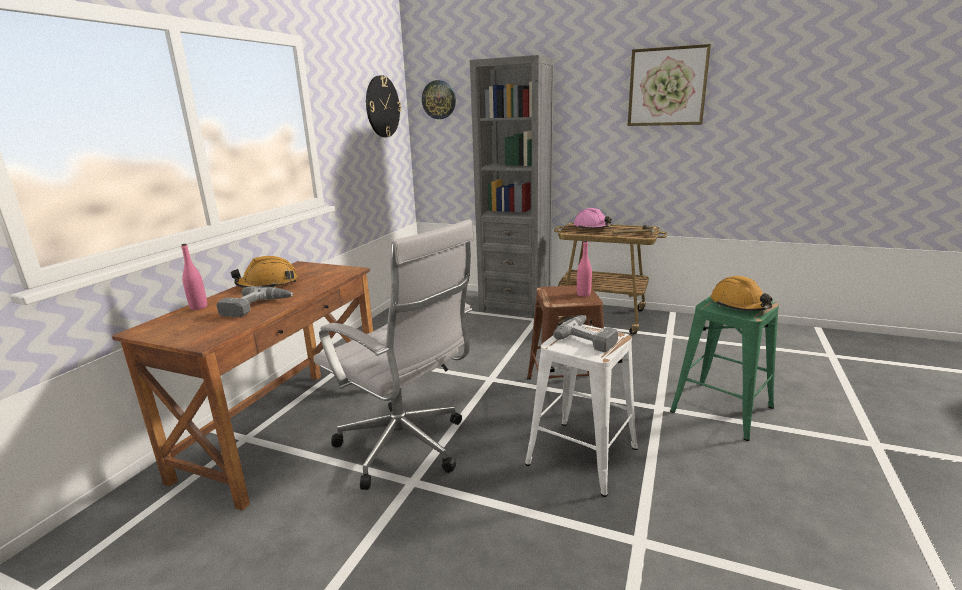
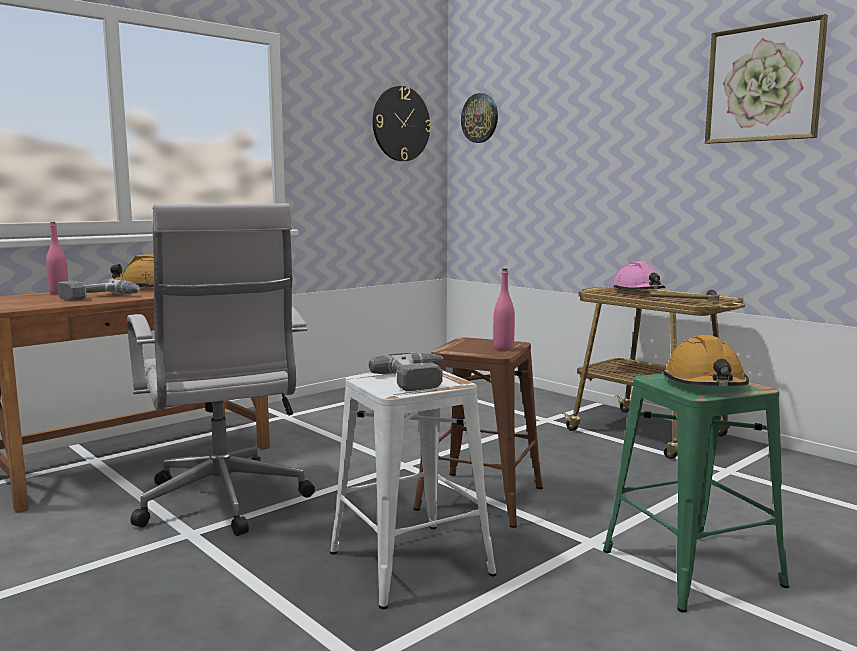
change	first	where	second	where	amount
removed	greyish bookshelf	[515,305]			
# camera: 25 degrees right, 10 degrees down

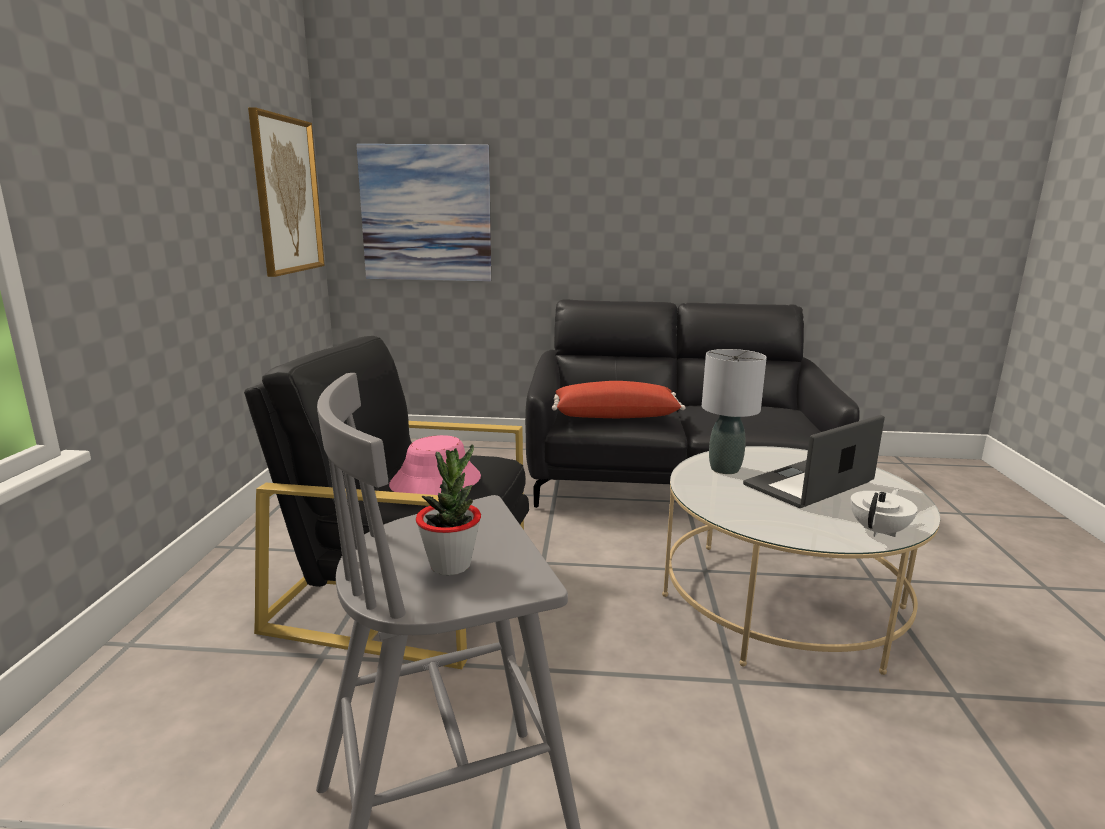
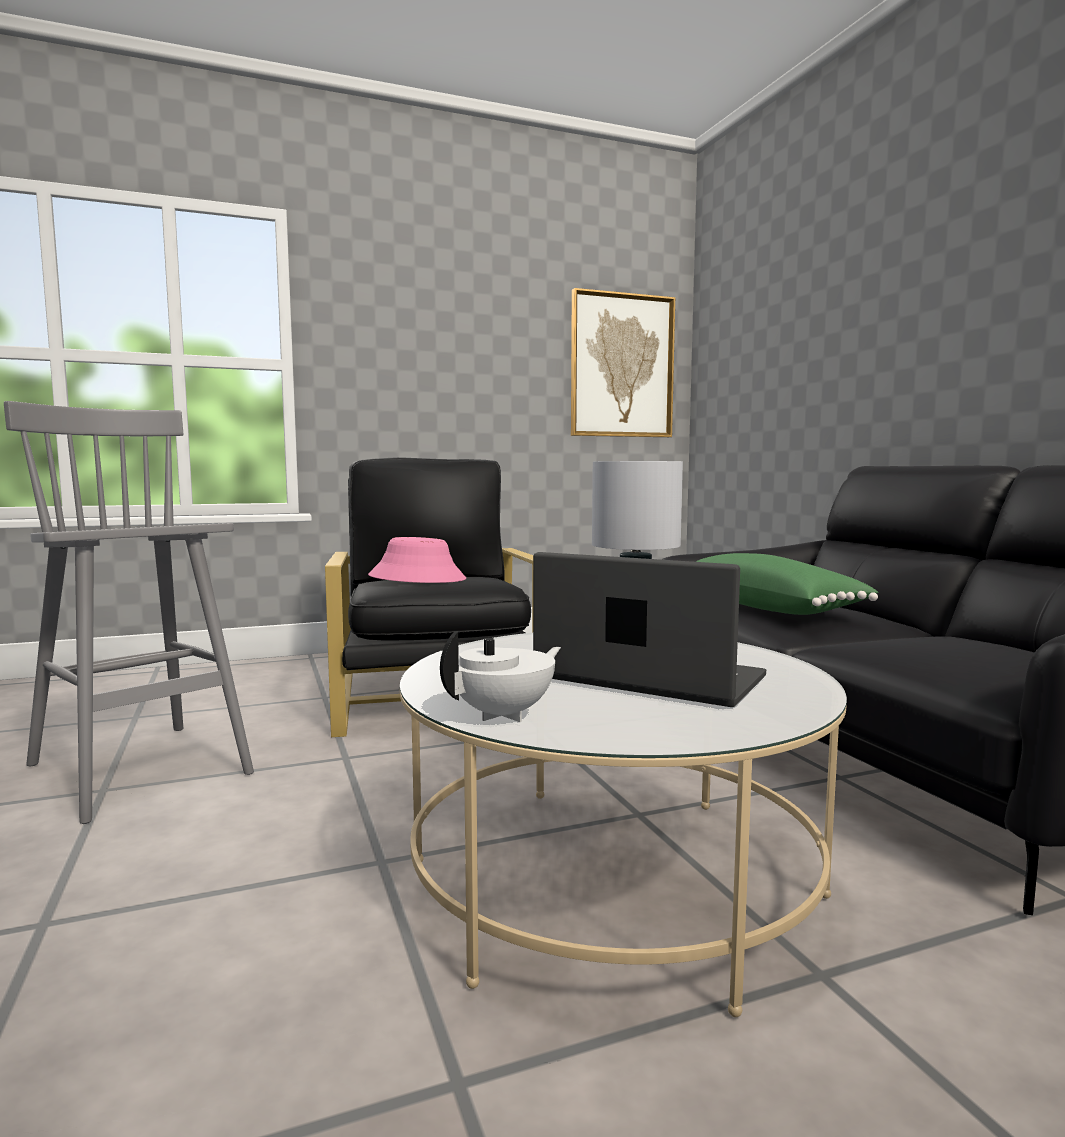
change	first	where	second	where	amount
removed	wall art	[426,214]			
recoloured	reddish pillow	[615,415]	green pillow	[769,608]	
removed	houseplant	[450,565]			
turned	white pot for tea	[879,531]		[504,714]	60 degrees counterclockwise
# camera: 65 degrees right, 10 degrees down

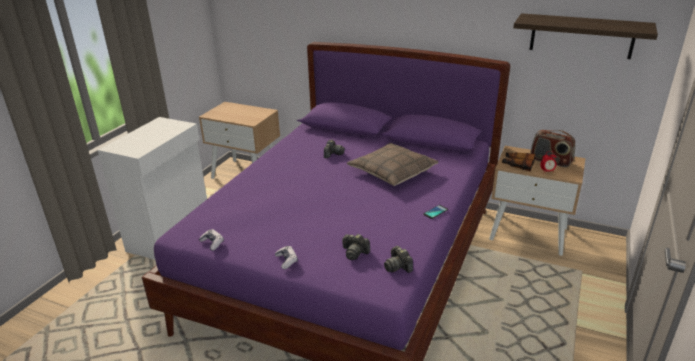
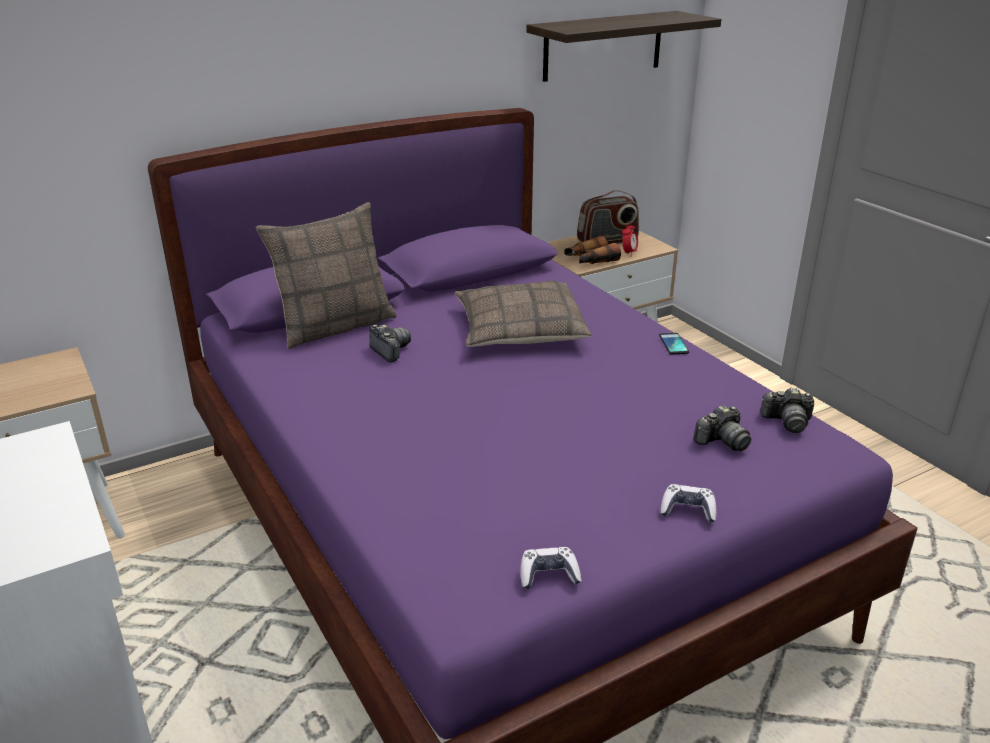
change	first	where	second	where	amount
added			pillow	[335,326]	
# camera: 55 degrees left, 0 degrees up

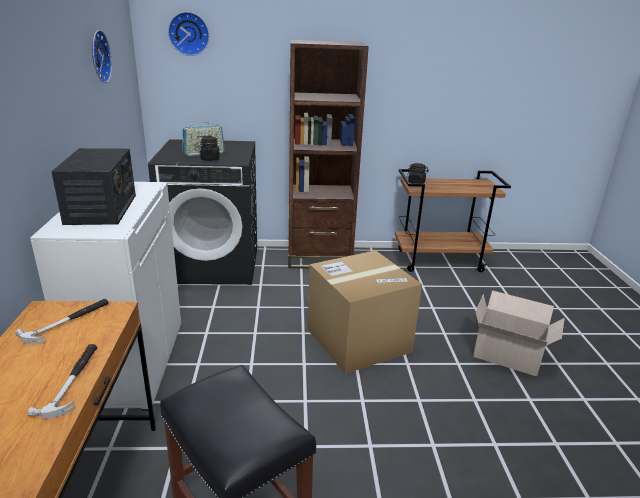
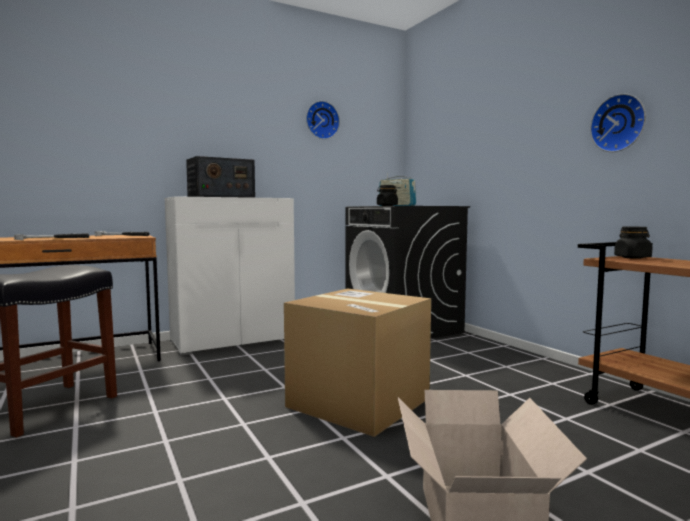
change	first	where	second	where	amount
moved	wall clock	[189,33]		[619,123]	
removed	brown-coloured bookshelf	[319,258]			
# camera: 65 degrees right, 20 degrees down

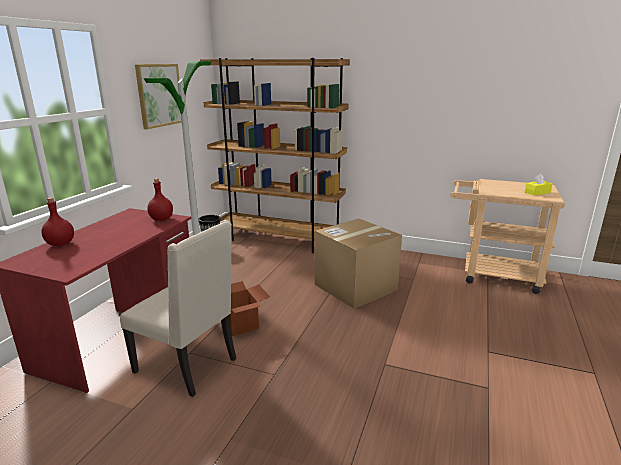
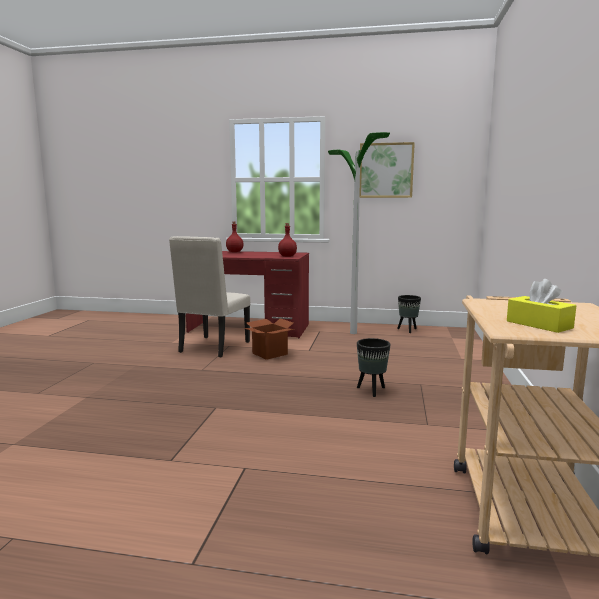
change	first	where	second	where	amount
removed	brown-coloured bookshelf	[279,240]			
replaced	carton	[355,287]	black-coloured flower pot	[371,390]	
# camera: 80 degrees right, 10 degrees down

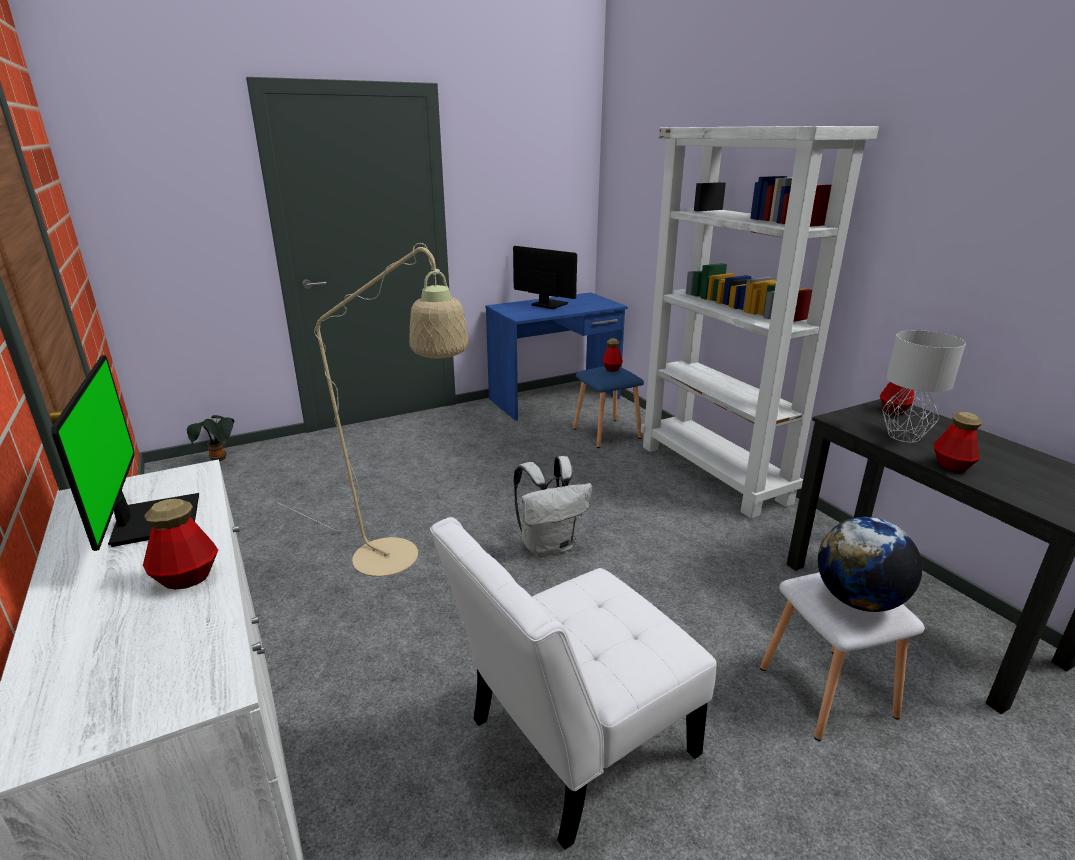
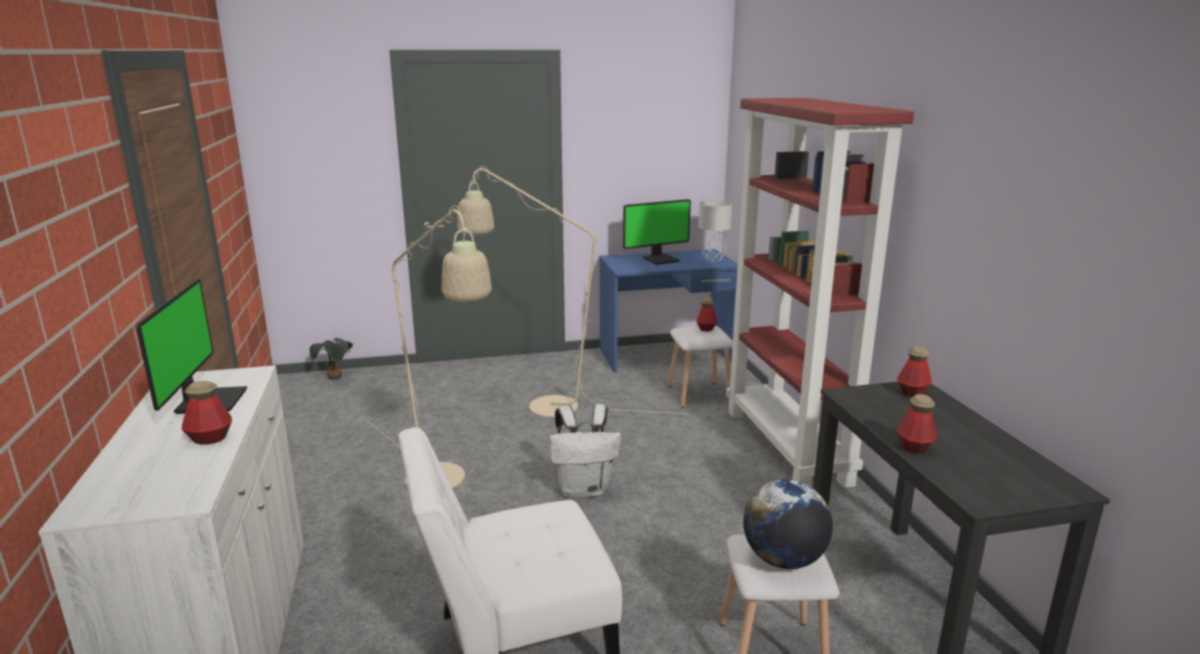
change	first	where	second	where	amount
recoloured	white bookshelf	[714,473]	reddish bookshelf	[788,446]	
turned	monitor	[548,305]		[660,259]	105 degrees clockwise
moved	greyish table lamp	[903,436]		[712,259]	
recoloured	blue stool	[606,433]	white stool	[698,395]	
added			sand-coloured standard lamp	[540,405]	
# camera: 15 degrees right, 5 degrees down

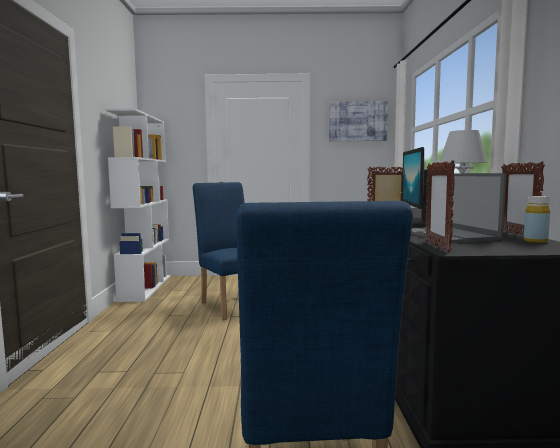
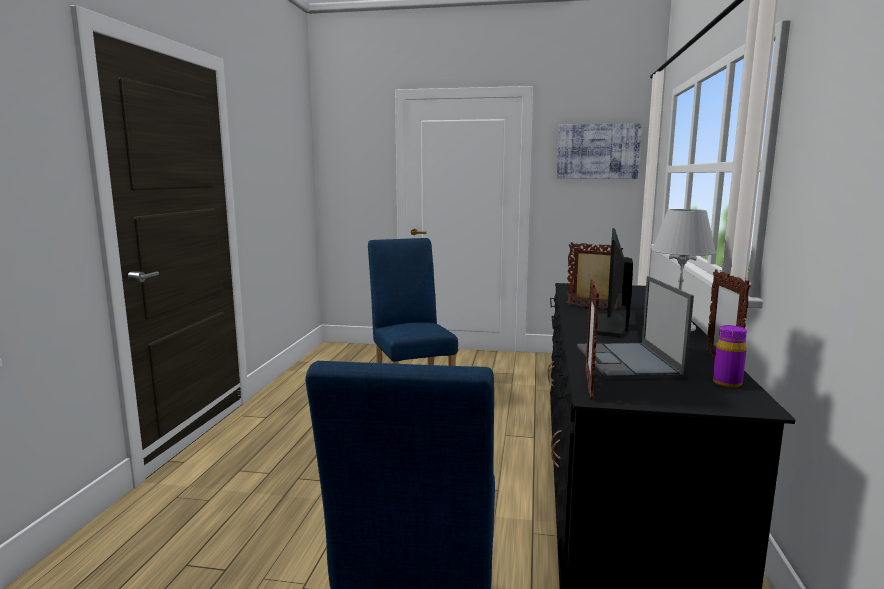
change	first	where	second	where	amount
removed	white bookshelf	[146,287]			
recoloured	yellow beverage bottle	[535,241]	purplish beverage bottle	[727,383]	
# camera: 10 degrees right, 5 degrees up

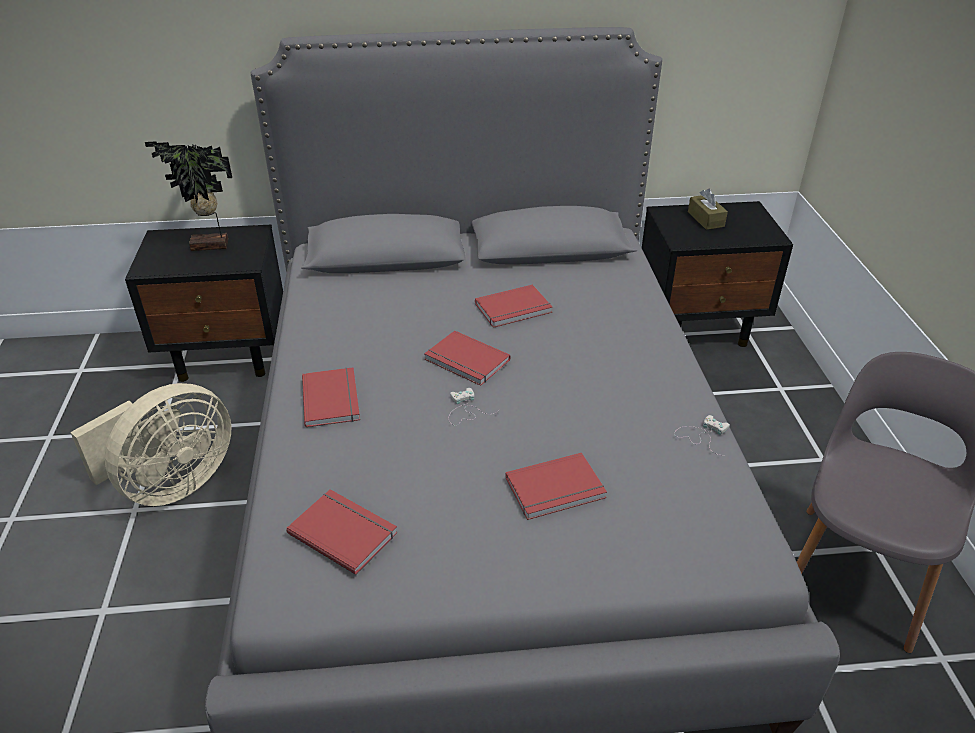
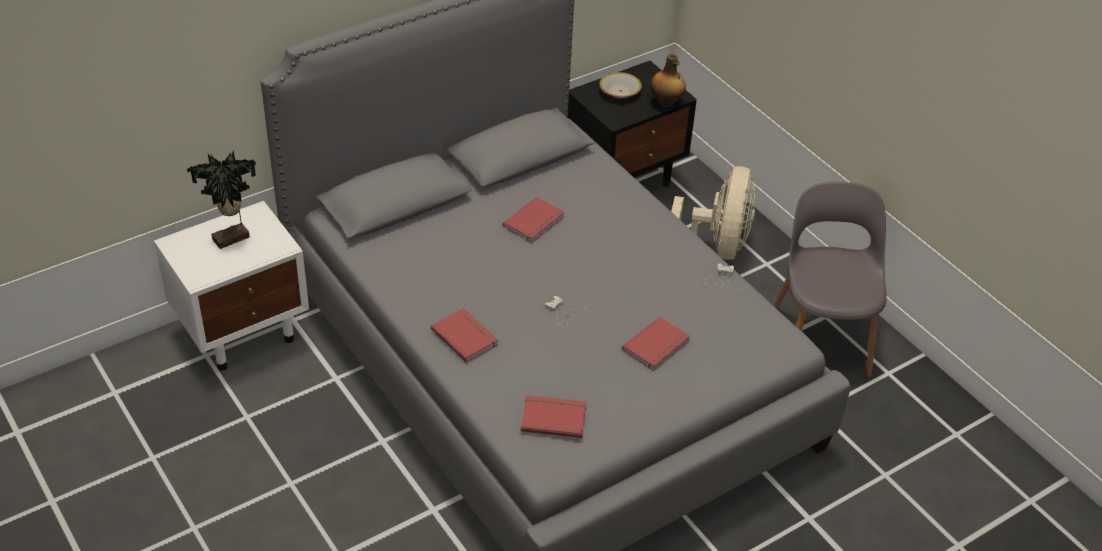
change	first	where	second	where	amount
replaced	brown-coloured tissue box	[705,219]	deep dish	[620,91]	
recoloured	black-coloured nightstand	[229,354]	white nightstand	[243,331]	
removed	reddish volume	[466,361]			
moved	sand-coloured electric fan	[172,484]		[715,248]	
added			beverage bottle	[666,102]	
# camera: 30 degrees left, 5 degrees up

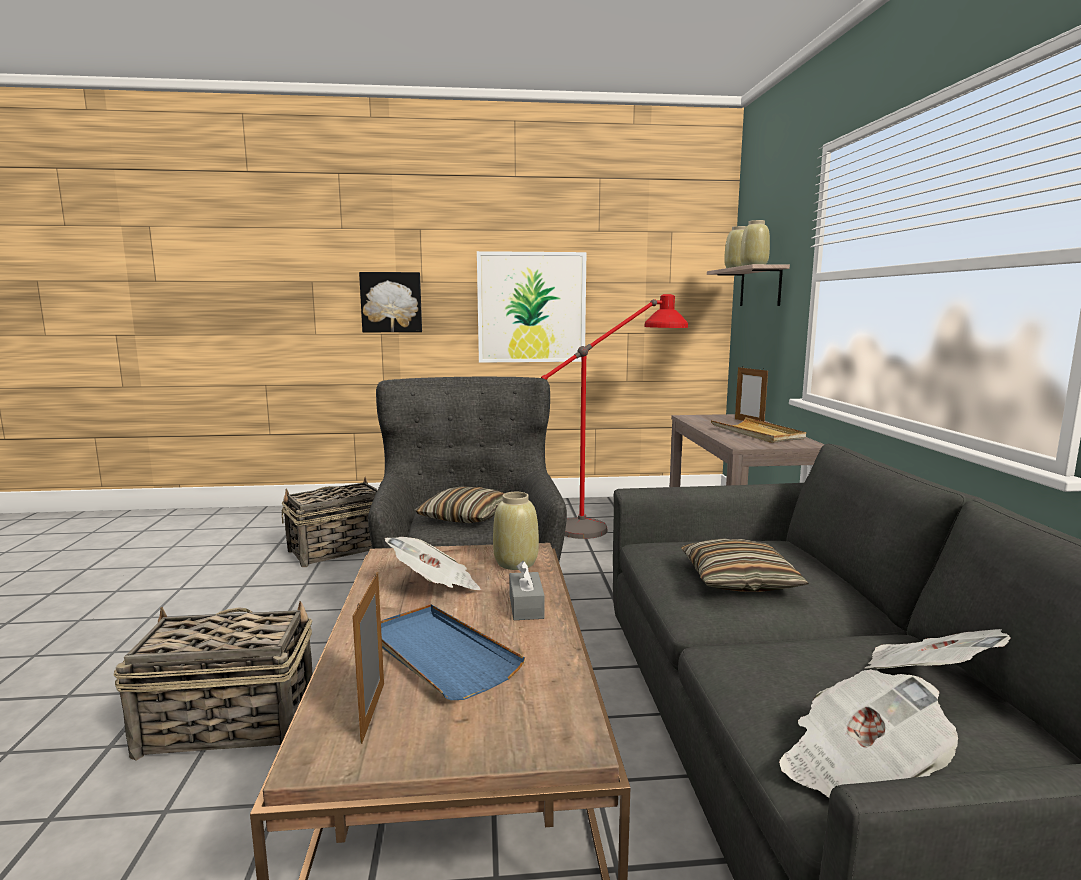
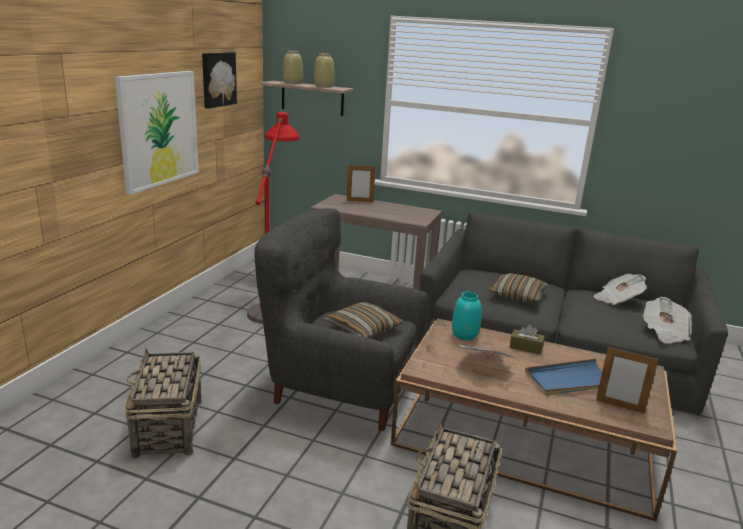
change	first	where	second	where	amount
moved	wall art	[391,302]		[217,79]	
removed	sand-coloured tray	[757,433]			
recoloured	sand-coloured decorative vase	[516,563]	turquoise-coloured decorative vase	[464,335]	
recoloured	greyish tissue box	[526,606]	brown-coloured tissue box	[525,347]	
# camera: 65 degrees left, 10 degrees up

